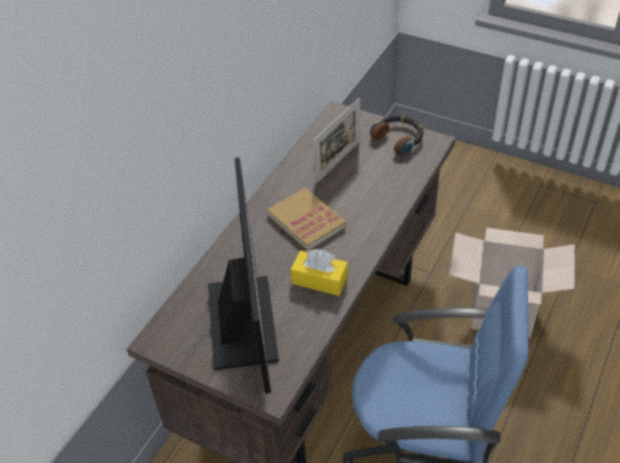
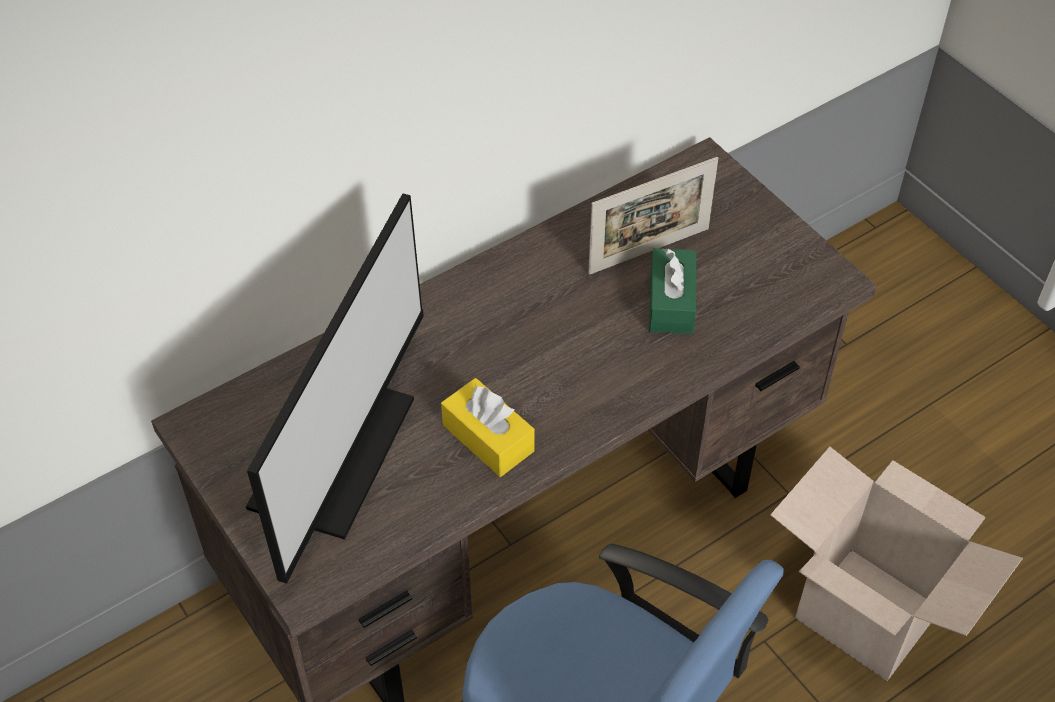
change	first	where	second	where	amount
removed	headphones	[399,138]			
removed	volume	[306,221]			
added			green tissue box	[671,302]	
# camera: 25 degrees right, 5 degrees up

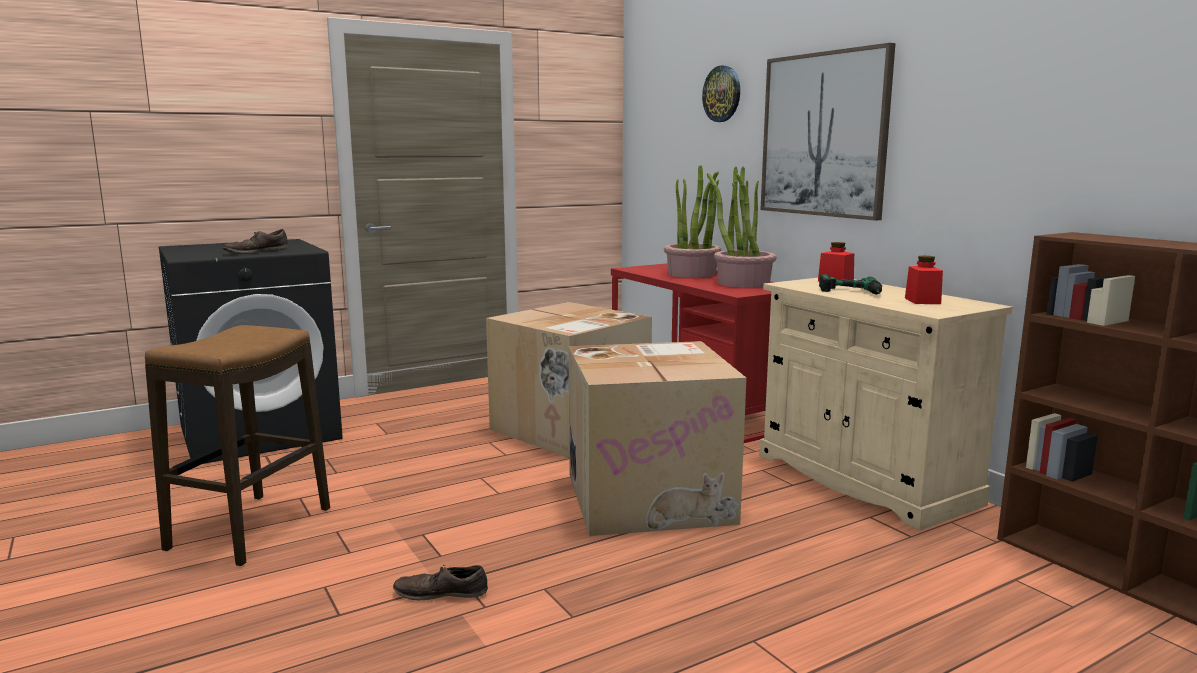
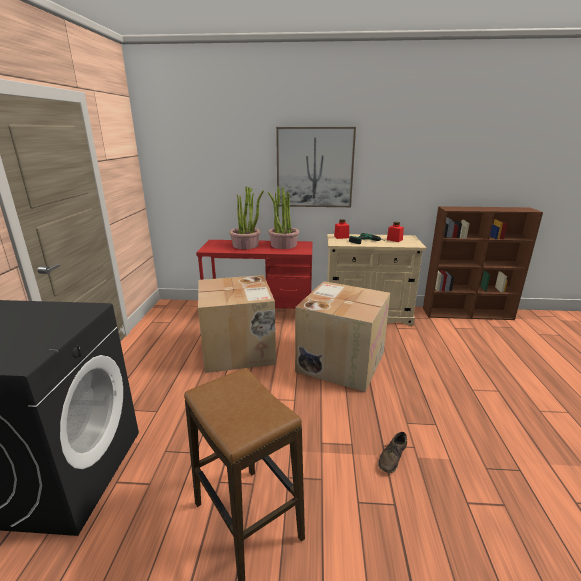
change	first	where	second	where	amount
removed	wall clock	[722,94]			
removed	brown-coloured shoe	[256,251]			
# camera: 55 degrees left, 10 degrees up

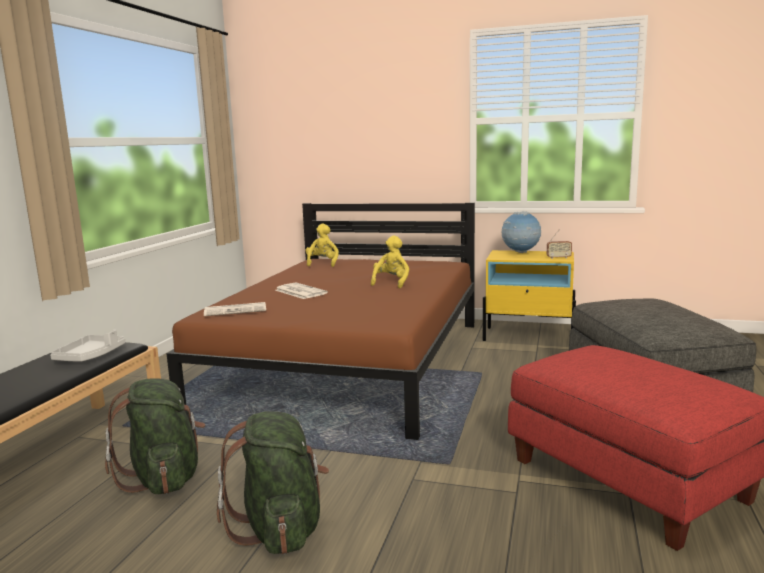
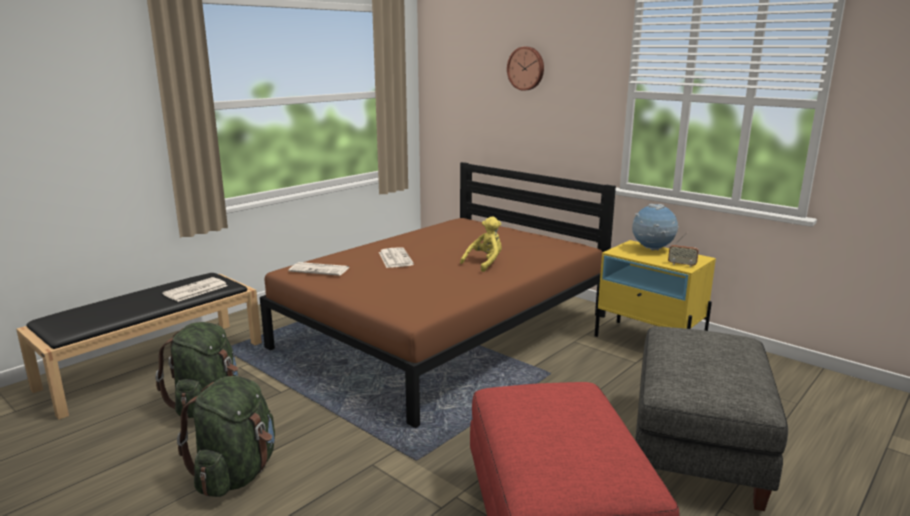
change	first	where	second	where	amount
removed	yellow cuddly toy	[322,263]			
replaced	greyish tray	[90,356]	printed paper	[195,290]	
added			wall clock	[526,68]	
# camera: 25 degrees right, 5 degrees up

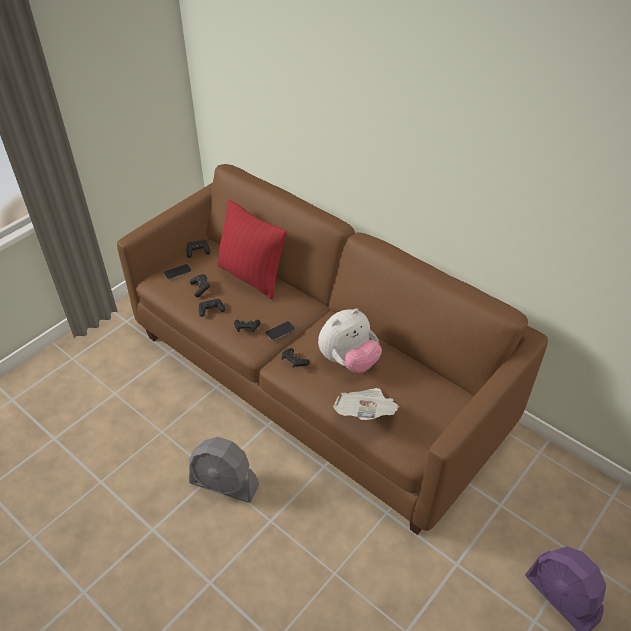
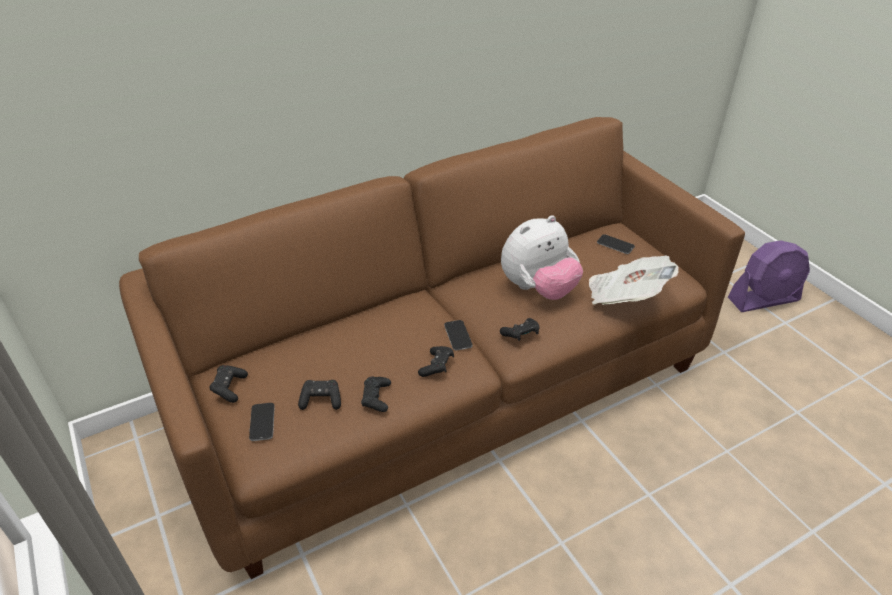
change	first	where	second	where	amount
removed	reddish pillow	[251,277]			
turned	cuddly toy	[348,361]		[538,289]	75 degrees clockwise
removed	greyish electric fan	[224,484]			
added			telephone	[615,245]	
# camera: 70 degrees left, 5 degrees down

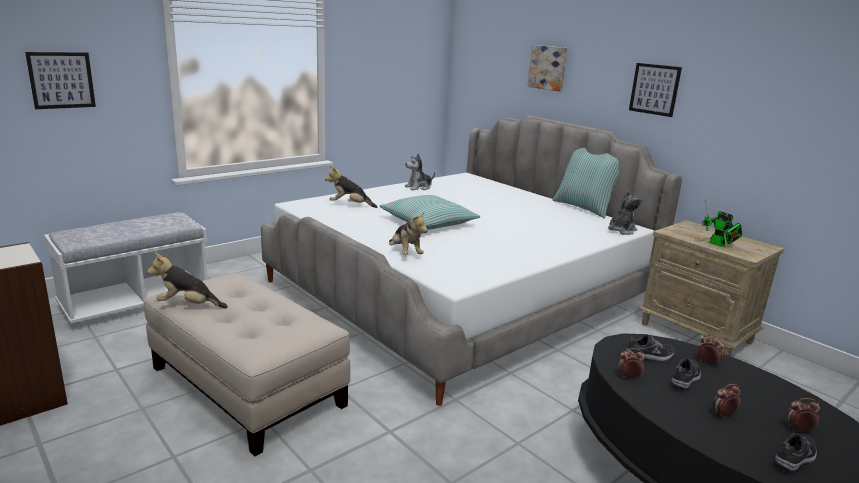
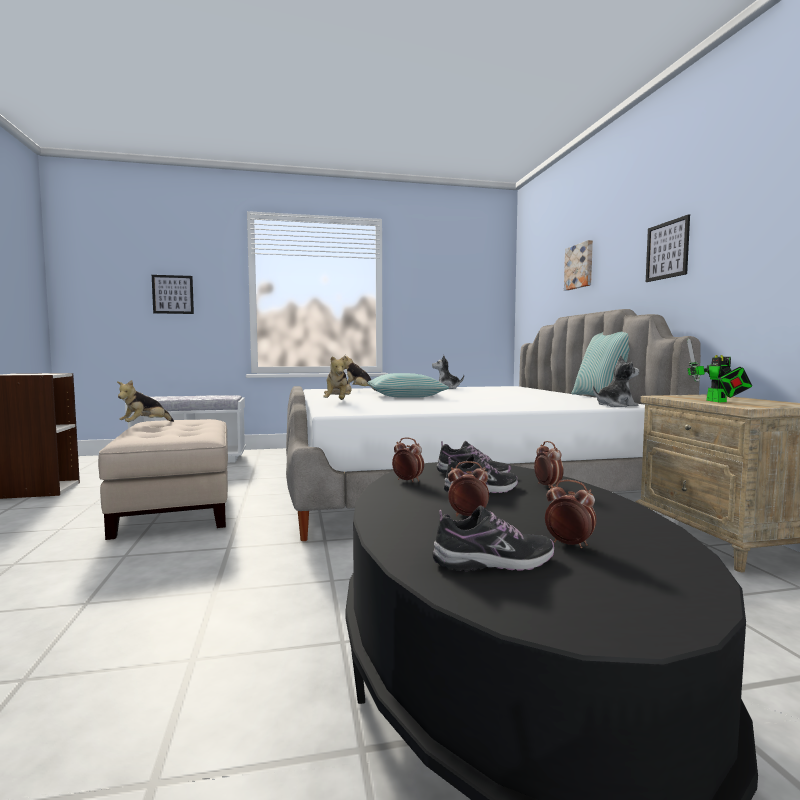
change	first	where	second	where	amount
turned	cuddly toy	[188,306]		[145,425]	90 degrees counterclockwise
# camera: 30 degrees right, 15 degrees down

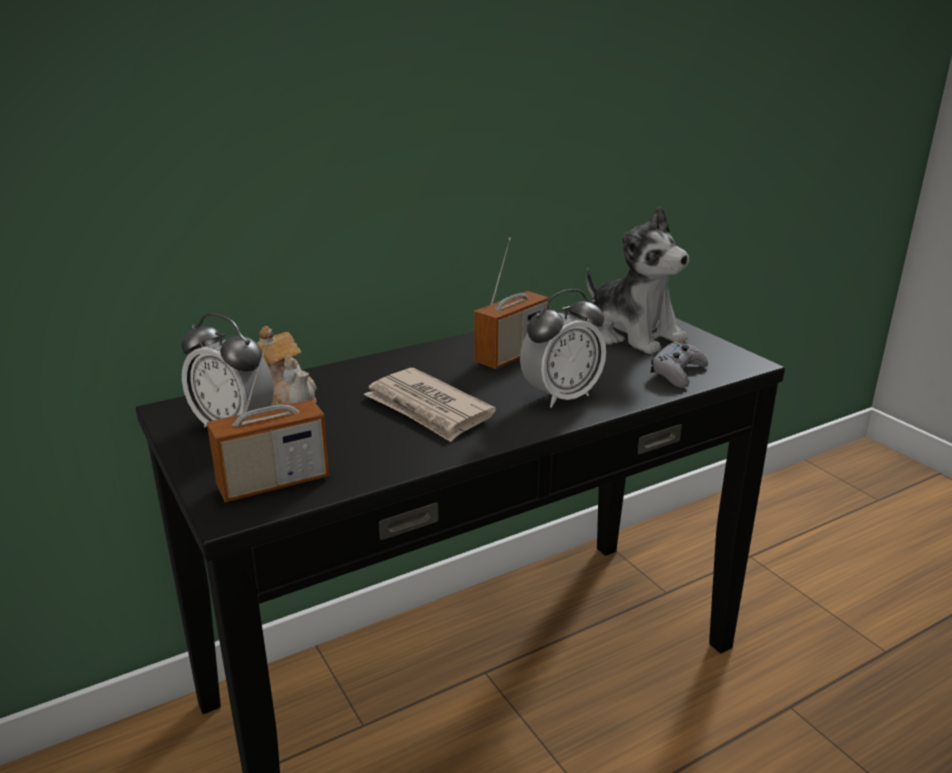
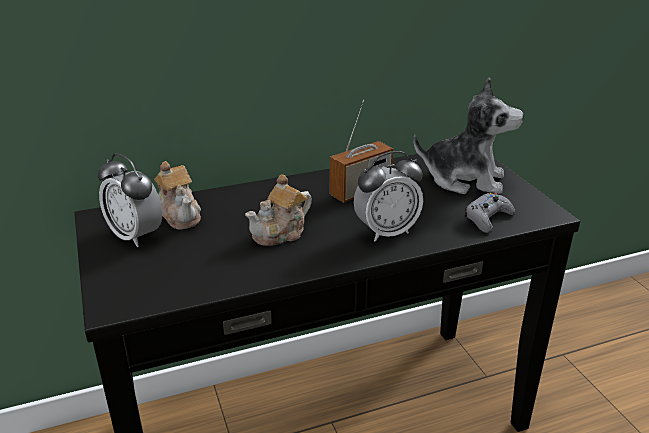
change	first	where	second	where	amount
turned	cuddly toy	[633,334]		[464,179]	45 degrees counterclockwise
removed	radio receiver	[273,483]			
replaced	printed paper	[428,409]	pot for tea	[281,233]	
# camera: 10 degrees right, 5 degrees up

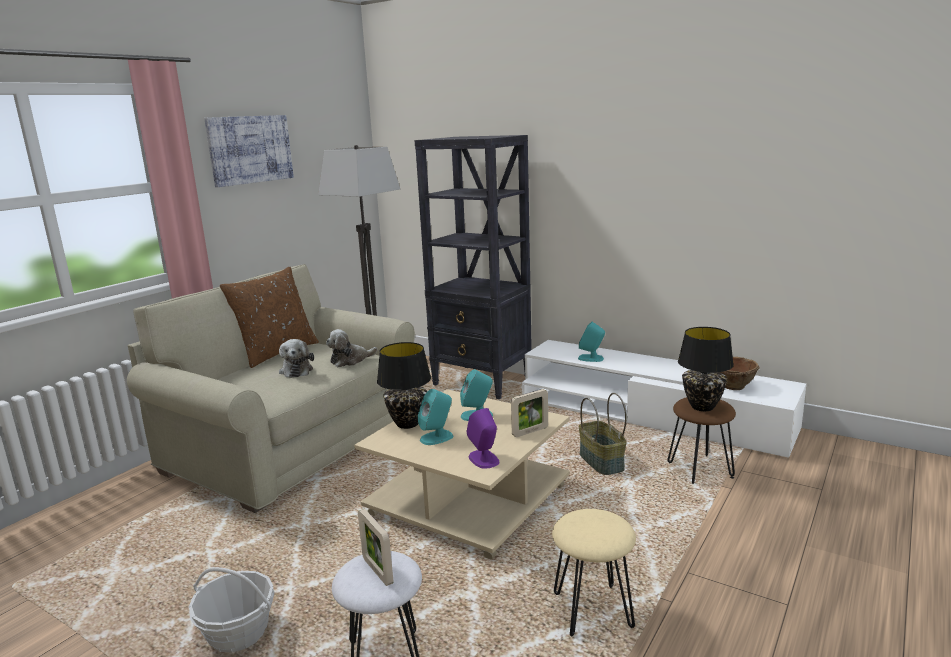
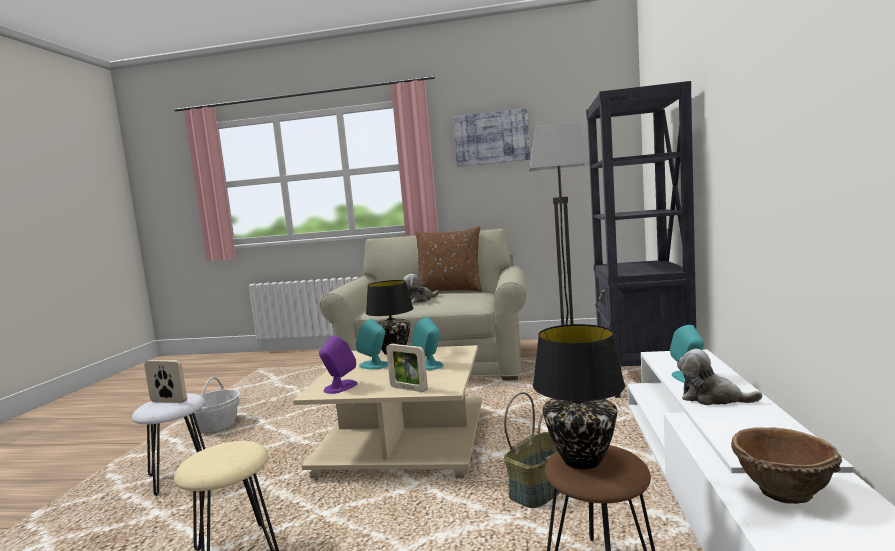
change	first	where	second	where	amount
moved	cuddly toy	[350,360]		[712,398]	
turned	photo frame	[377,571]		[169,401]	75 degrees clockwise
# camera: 65 degrees right, 10 degrees down

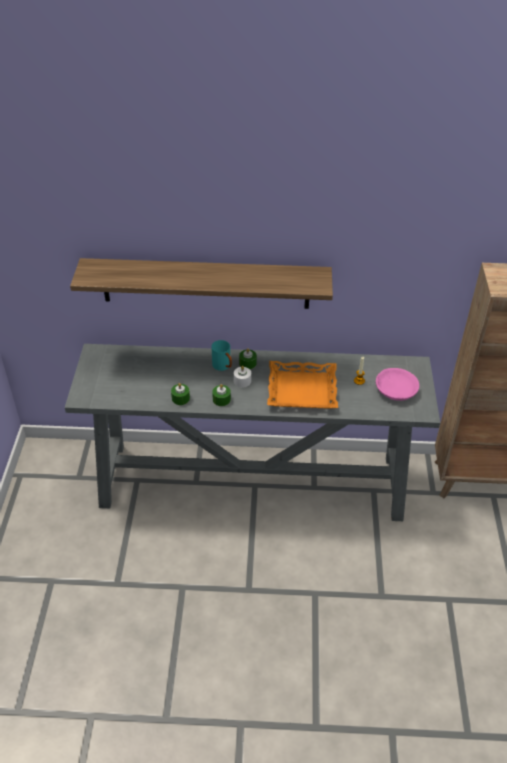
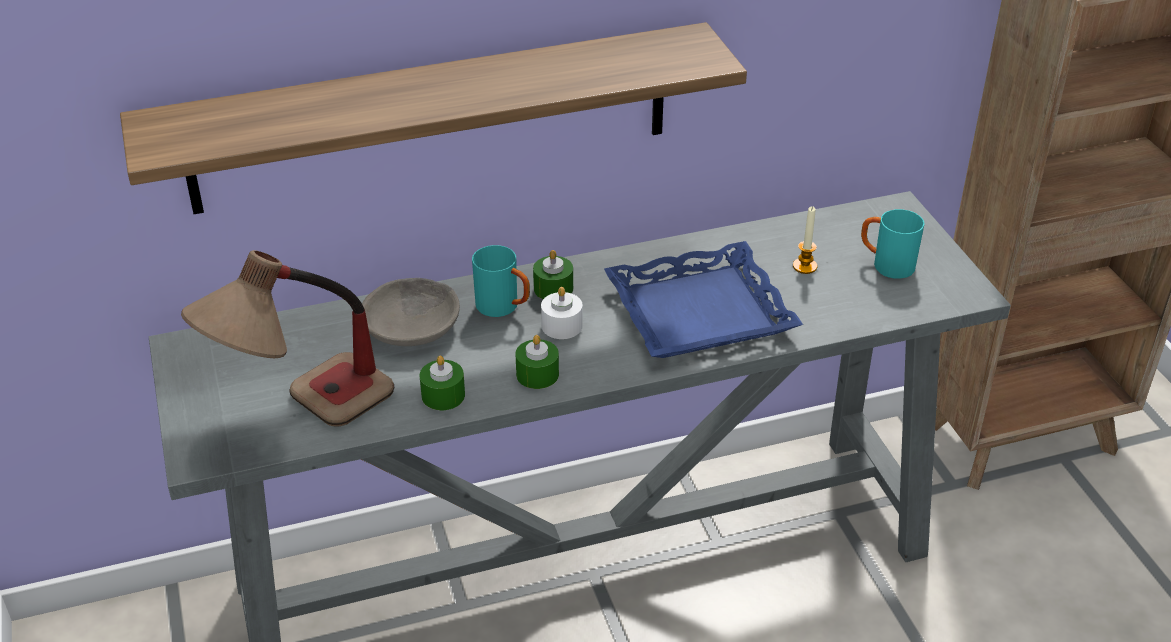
change	first	where	second	where	amount
recoloured	orange tray	[302,390]	blue tray	[700,313]	
replaced	pink-coloured deep dish	[395,389]	turquoise-coloured mug	[886,265]	
added			table lamp	[303,418]	
added			greyish deep dish	[412,325]	
# camera: 20 degrees left, 5 degrees down

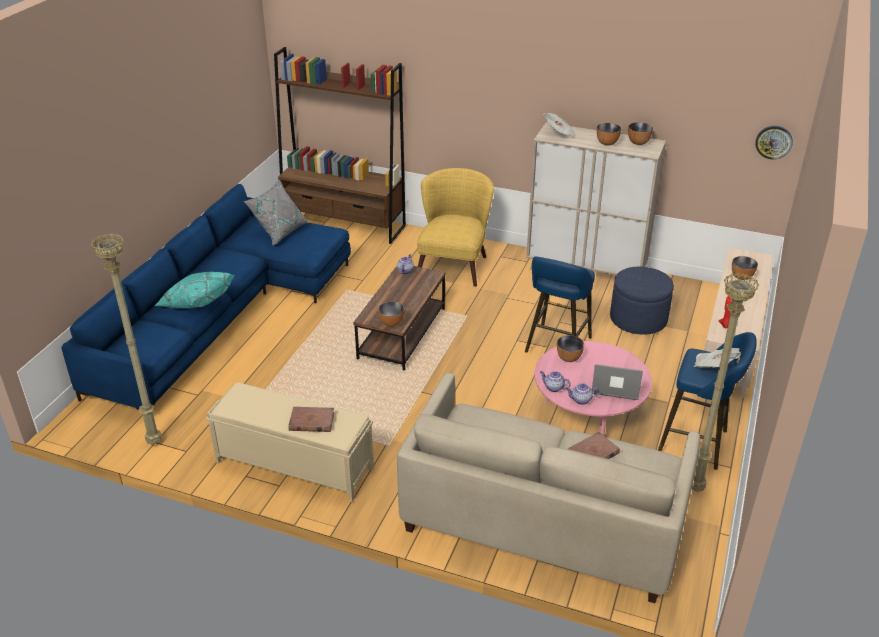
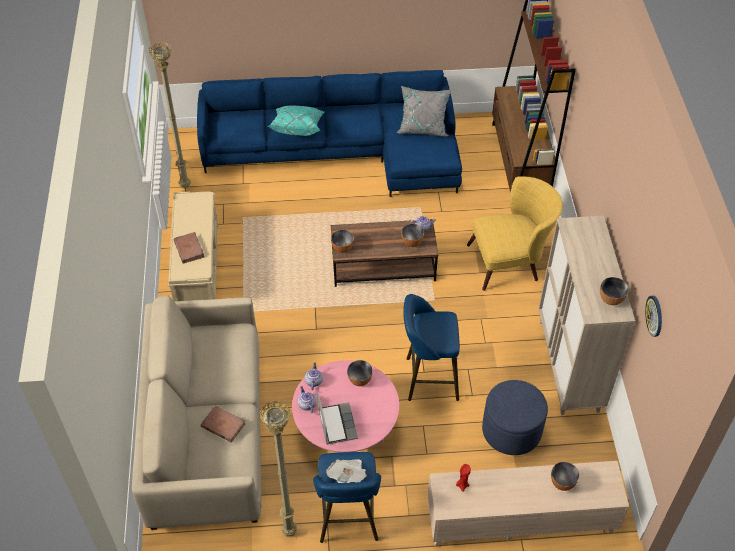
change	first	where	second	where	amount
removed	printed paper	[560,134]			
moved	deep dish	[607,143]		[412,242]	
moved	wall clock	[773,142]		[654,316]	
# camera: 65 degrees right, 15 degrees up

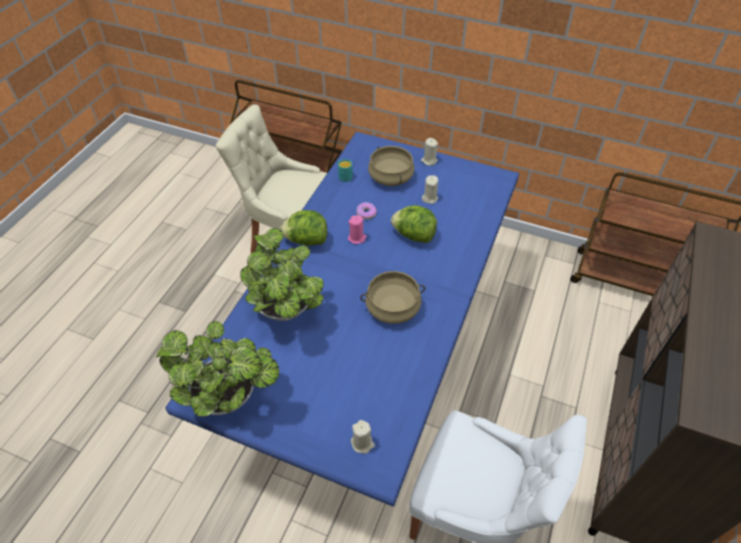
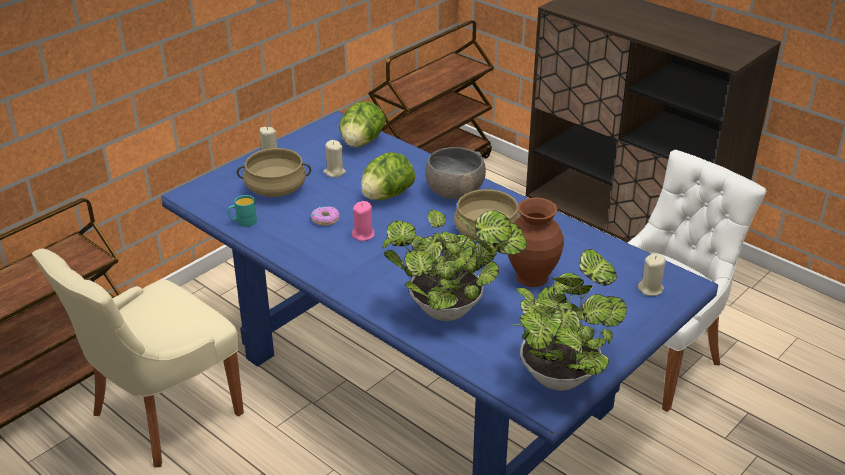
change	first	where	second	where	amount
moved	head of lettuce	[306,240]		[361,143]	
added			greyish deep dish	[454,192]	
added			brown-coloured decorative vase	[533,277]	
# camera: 70 degrees left, 15 degrees down

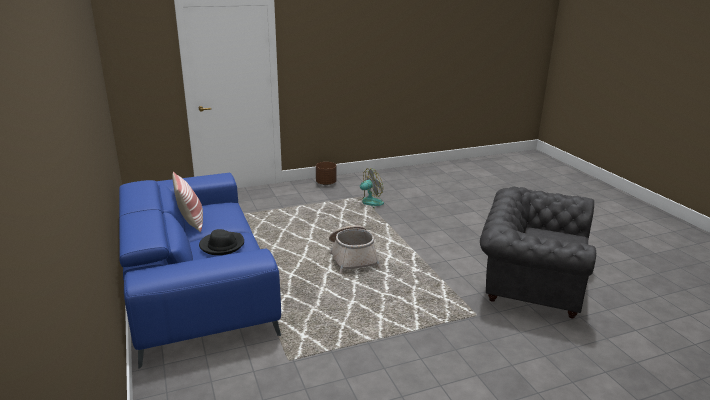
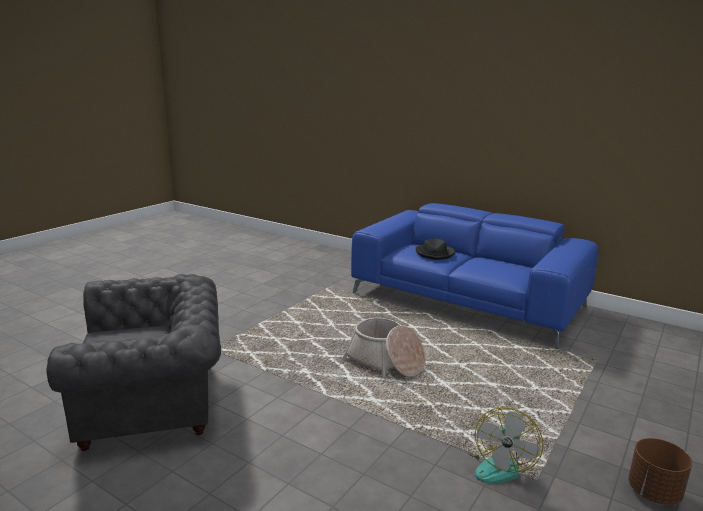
change	first	where	second	where	amount
removed	pillow	[191,222]			
# camera: 145 degrees right, 5 degrees down

